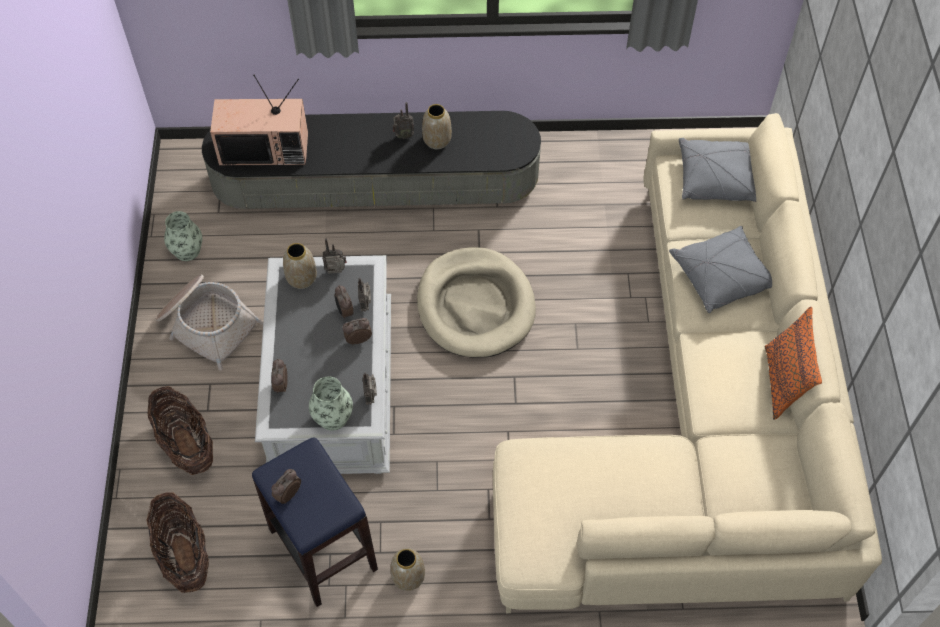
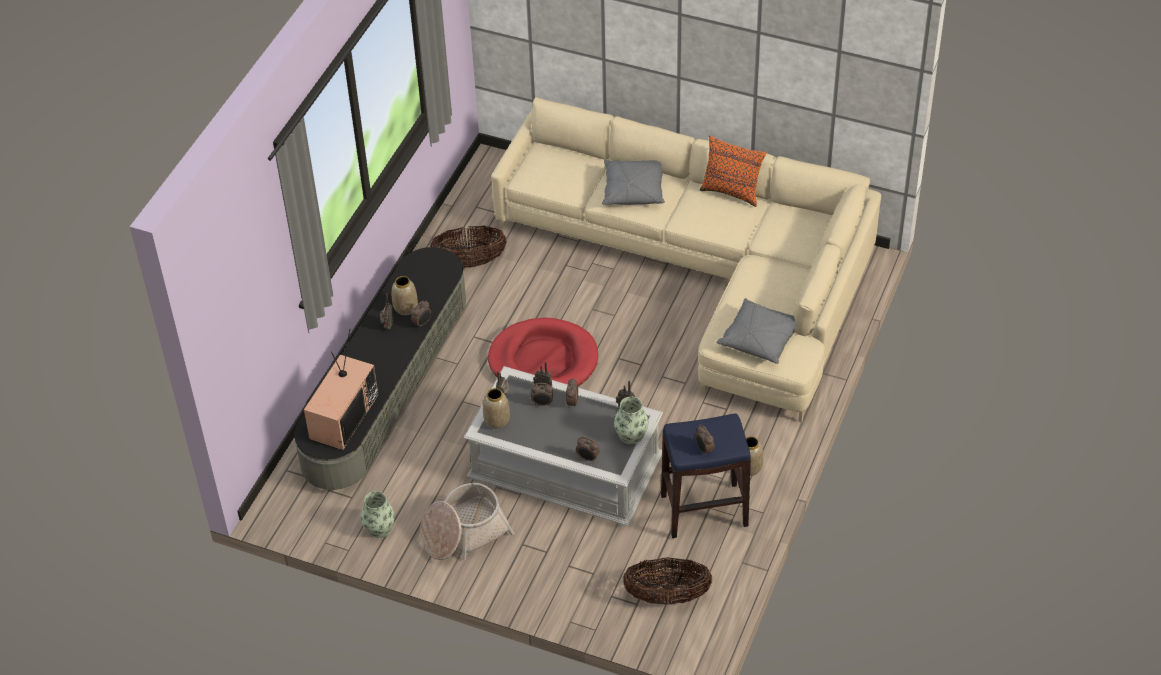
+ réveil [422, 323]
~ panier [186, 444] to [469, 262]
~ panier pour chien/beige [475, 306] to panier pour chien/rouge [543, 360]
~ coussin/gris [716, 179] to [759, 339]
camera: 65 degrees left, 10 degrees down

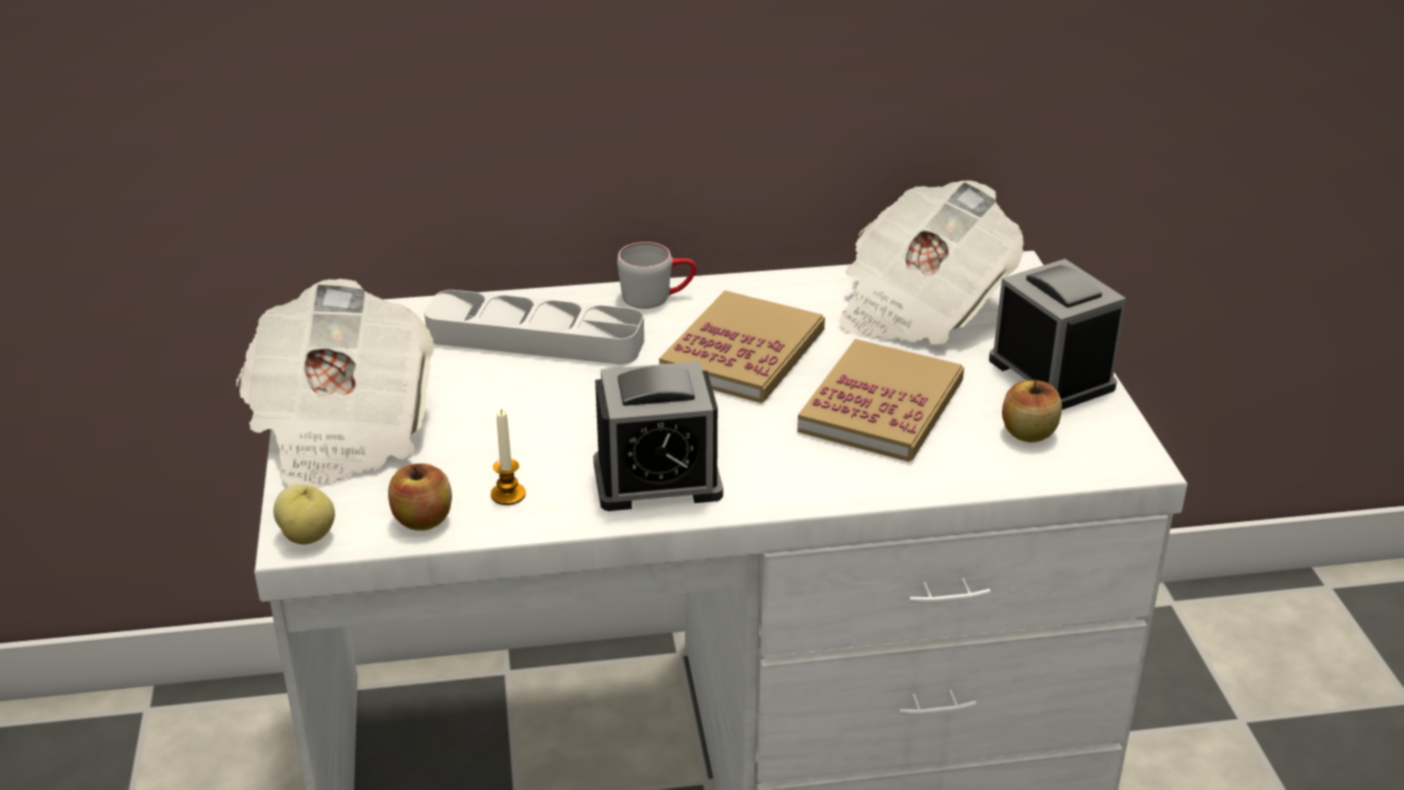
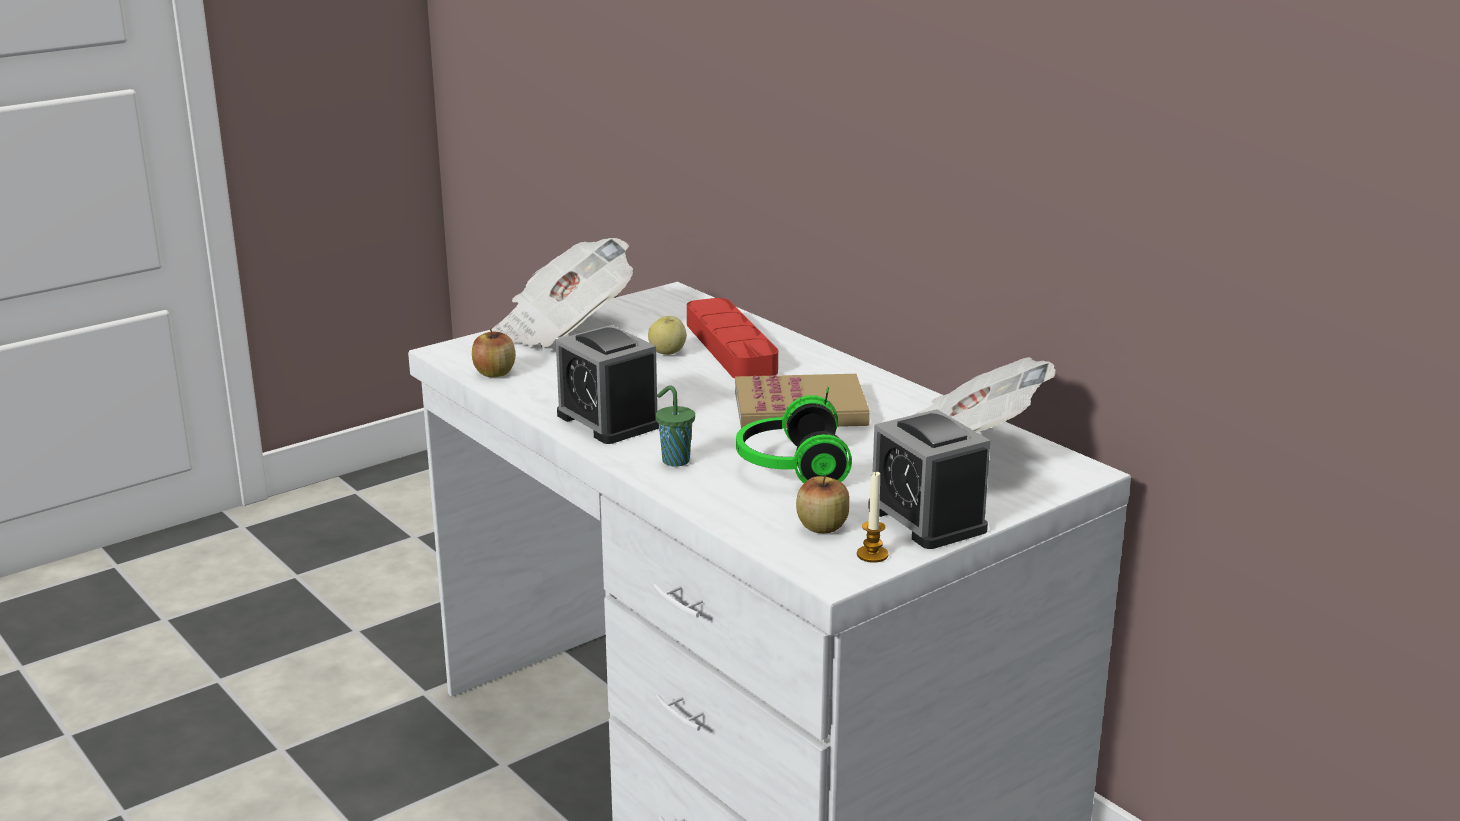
~ pomme [308, 536] to [668, 352]
+ tasse/vert [674, 460]
~ plateau/gris [535, 338] to plateau/rouge [730, 347]
~ livre [881, 406] to casque audio [790, 467]
~ bougie [508, 494] to [872, 555]
~ réveil [1051, 373] = [926, 519] 120 degrees clockwise
- mug/gris [657, 296]
camera: 60 degrees right, 10 degrees down

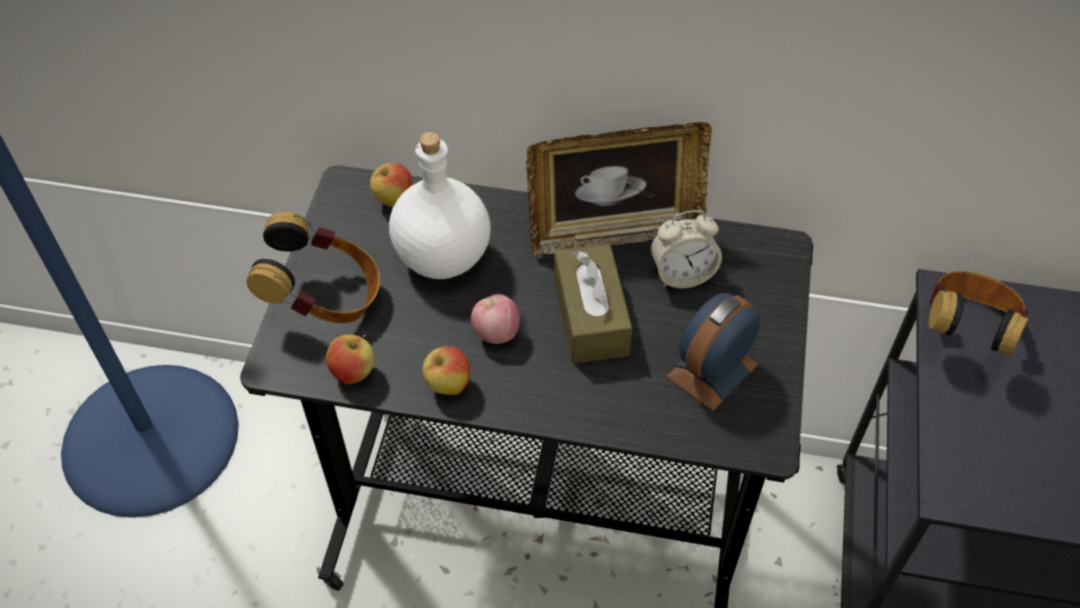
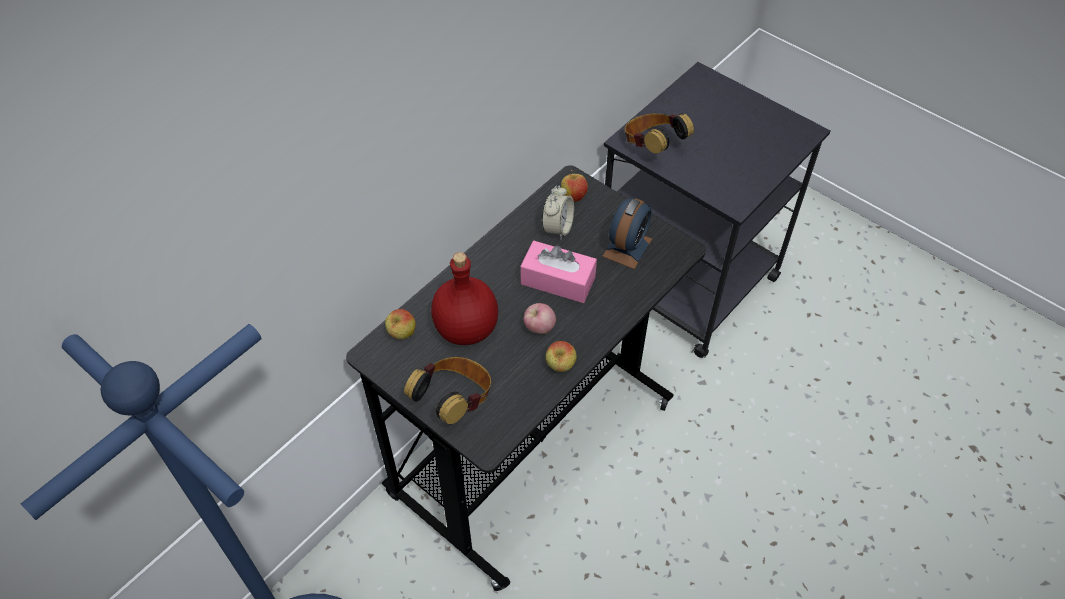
~ bouteille/blanc [441, 258] to bouteille/rouge [466, 329]
~ boîte à mouchoirs/marron [590, 316] to boîte à mouchoirs/rose [558, 280]
~ pomme [354, 373] to [573, 196]
~ réveil [712, 370] = [627, 247] 135 degrees counterclockwise
- cadre photo [614, 232]
camera: 60 degrees left, 0 degrees up

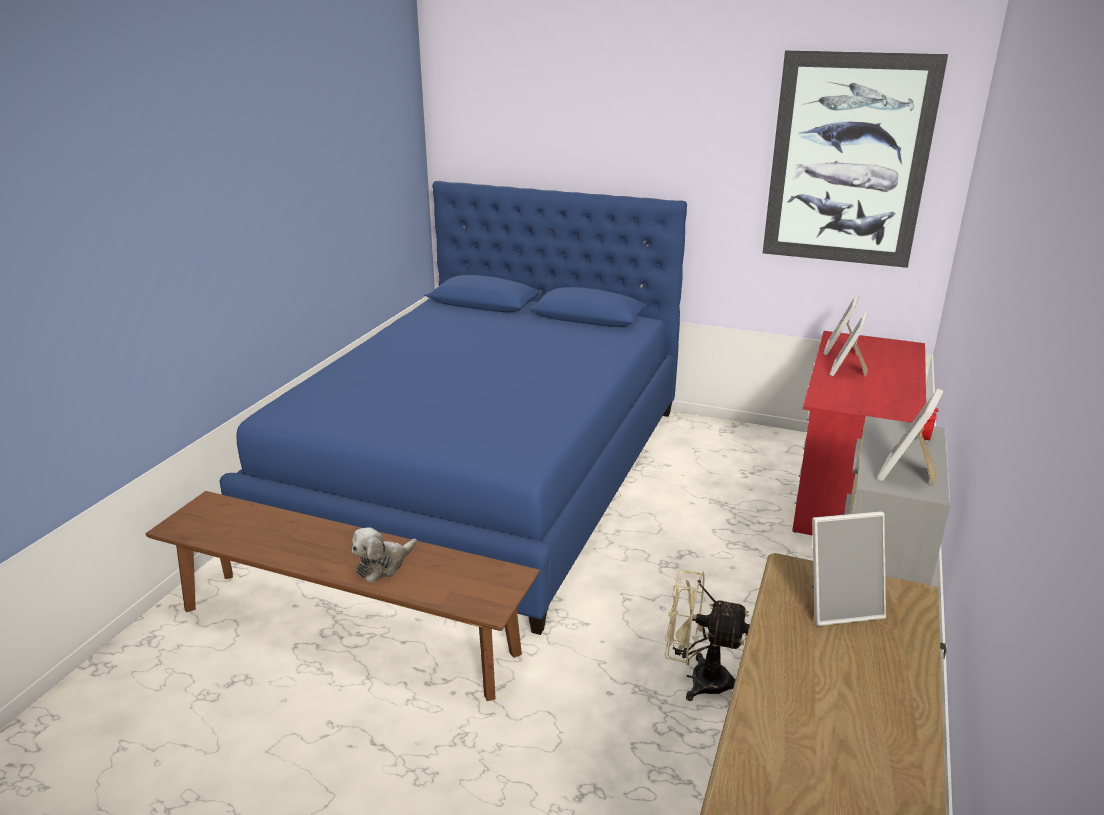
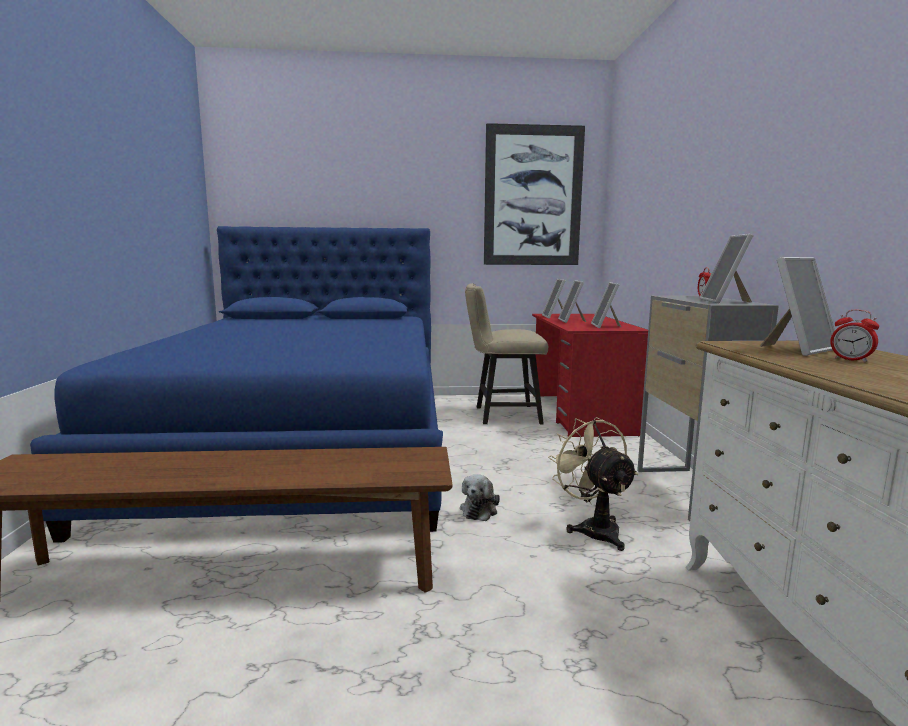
~ peluche [383, 565] to [479, 509]
+ chaise/beige [502, 415]
~ ventilateur/beige [698, 679] = [593, 528] 75 degrees clockwise
+ cadre photo [605, 326]
+ réveil [851, 360]
camera: 25 degrees left, 15 degrees down

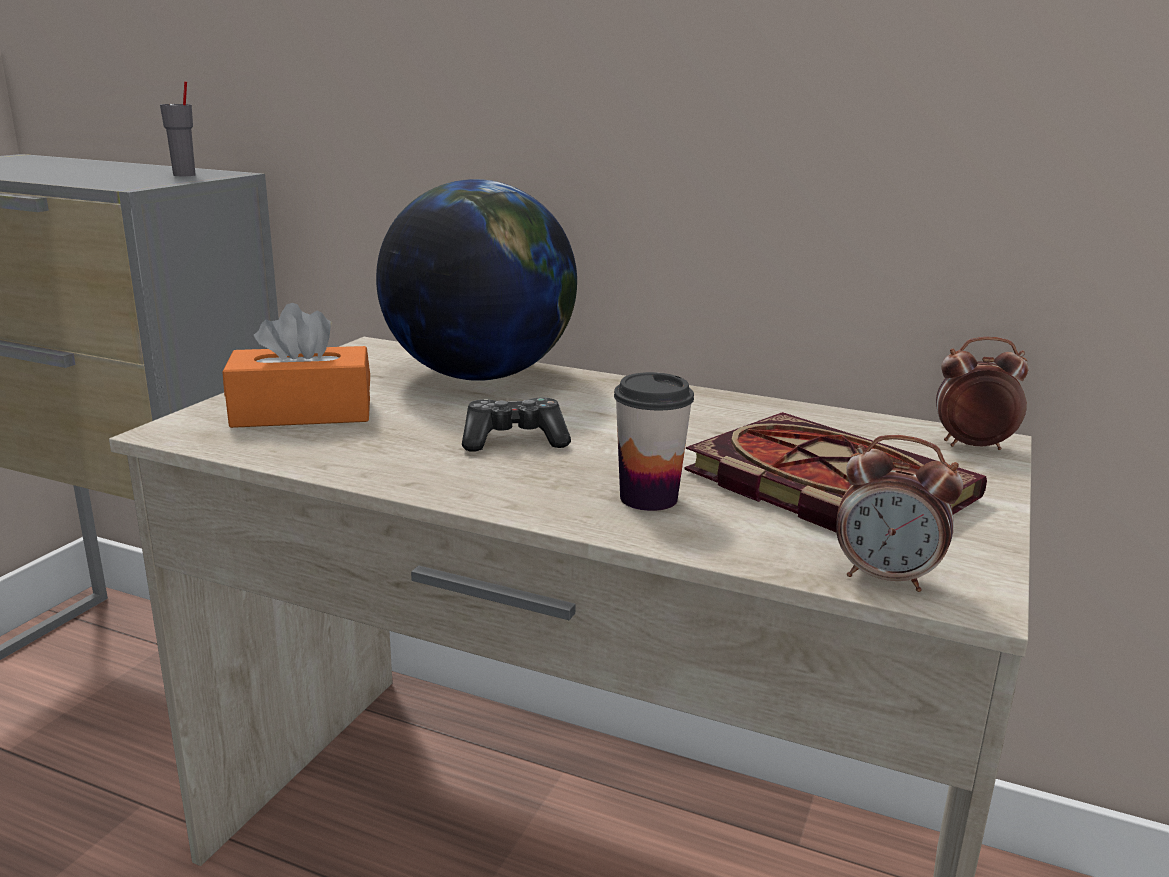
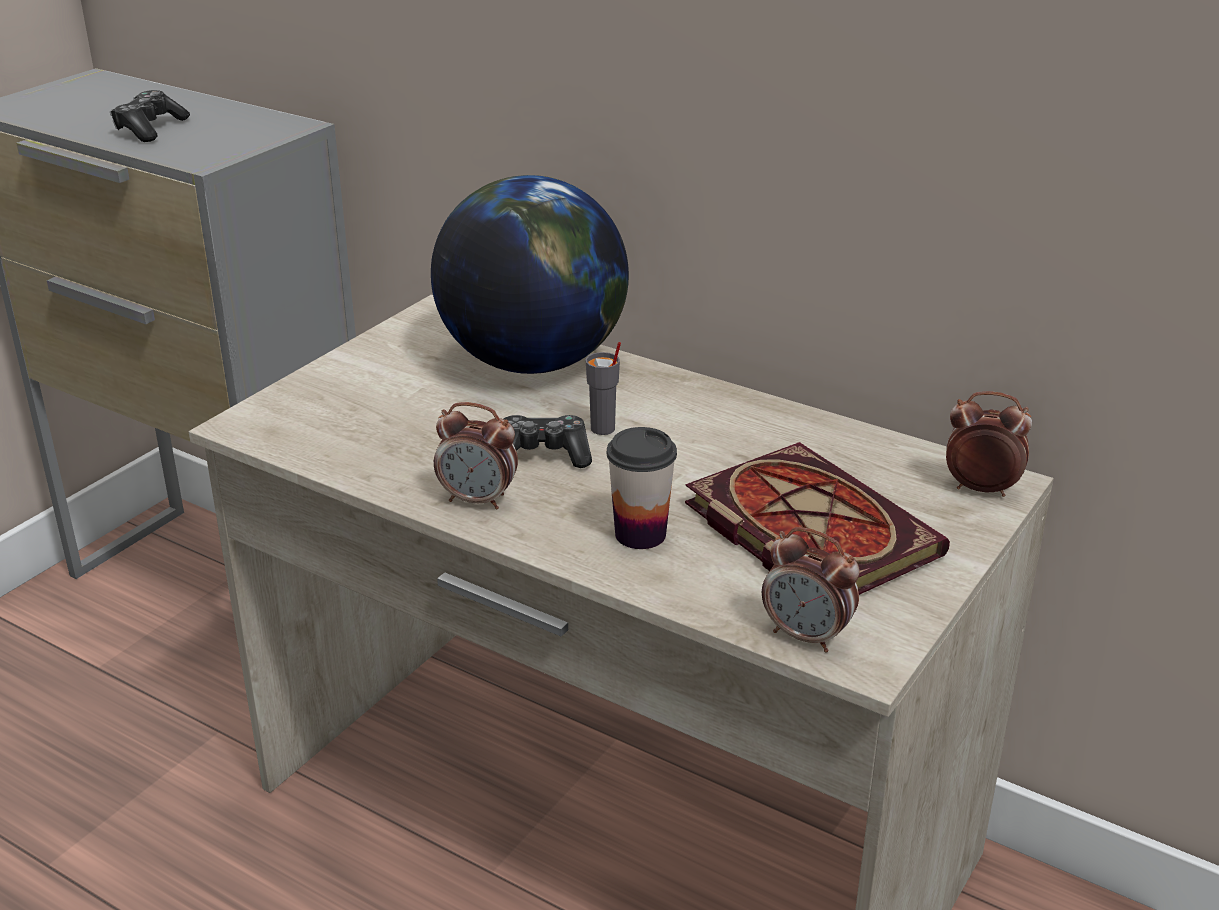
+ manette [150, 129]
+ réveil [478, 500]
~ tasse/gris [184, 175] to [603, 429]
- boîte à mouchoirs/orange [302, 413]
camera: 10 degrees right, 10 degrees up

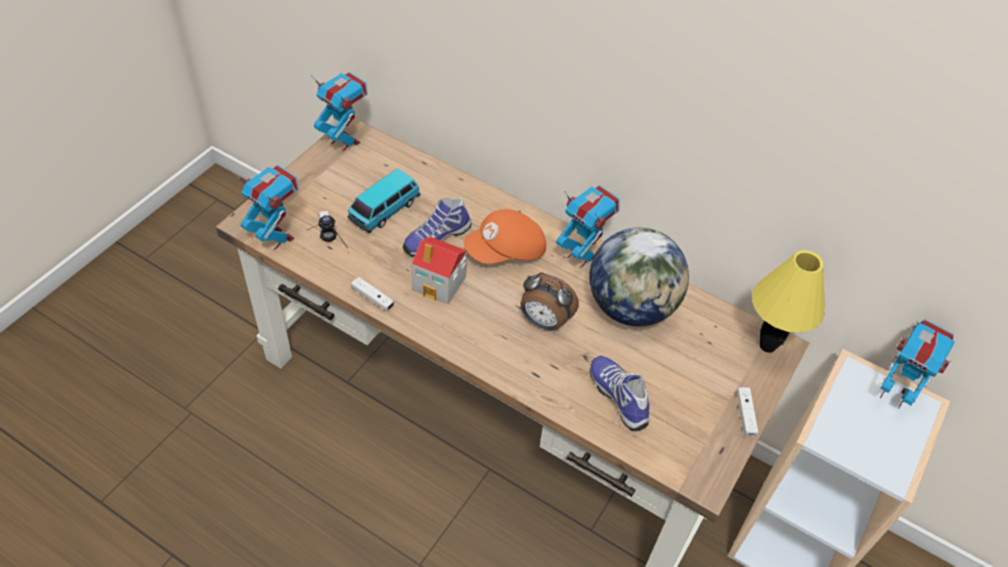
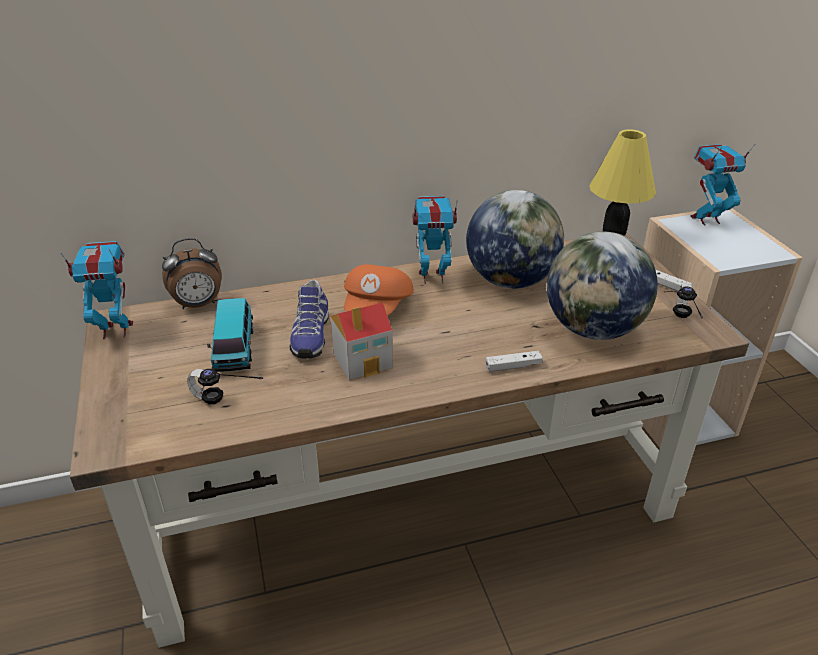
~ réveil [544, 321] to [198, 305]
~ manette/blanc [372, 298] to [513, 366]
~ chaussure [619, 397] to globe [593, 330]
+ casque audio [675, 320]
- robot jouet [277, 238]
camera: 45 degrees left, 15 degrees down

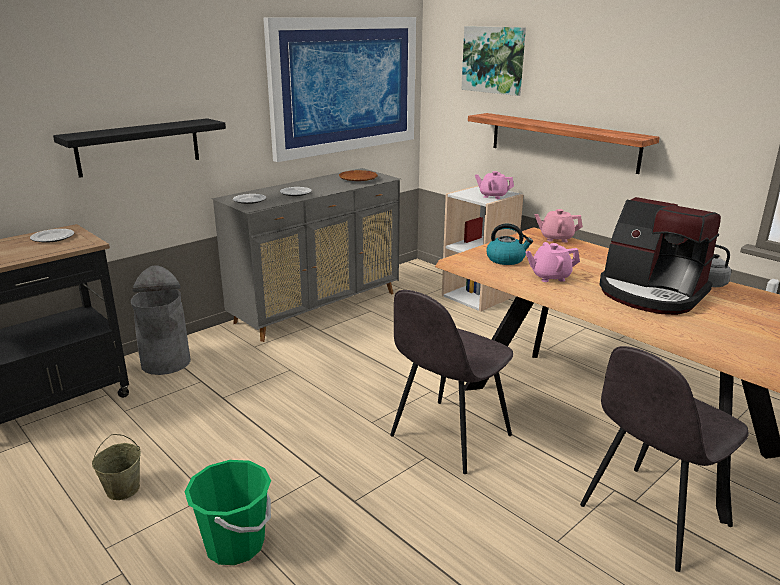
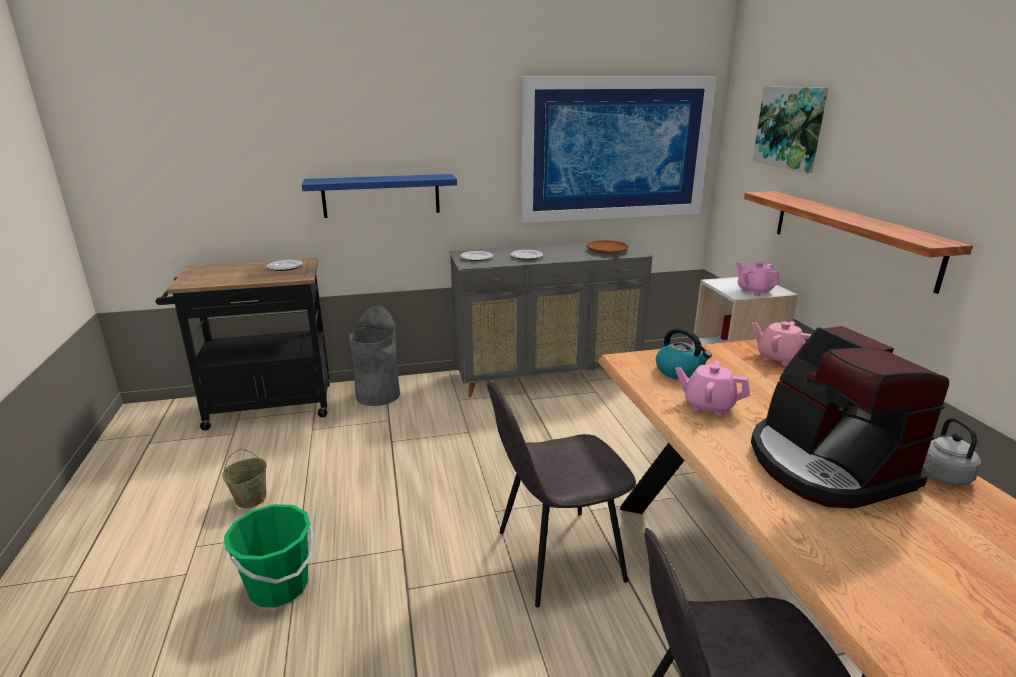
~ étagère/noir [139, 147] to étagère/bleu [381, 195]
camera: 30 degrees right, 0 degrees up

